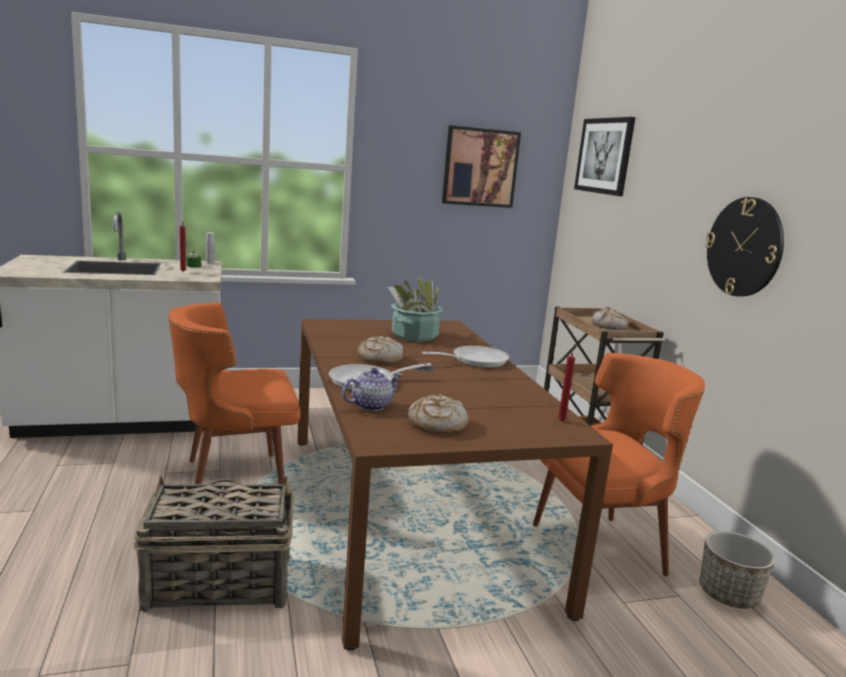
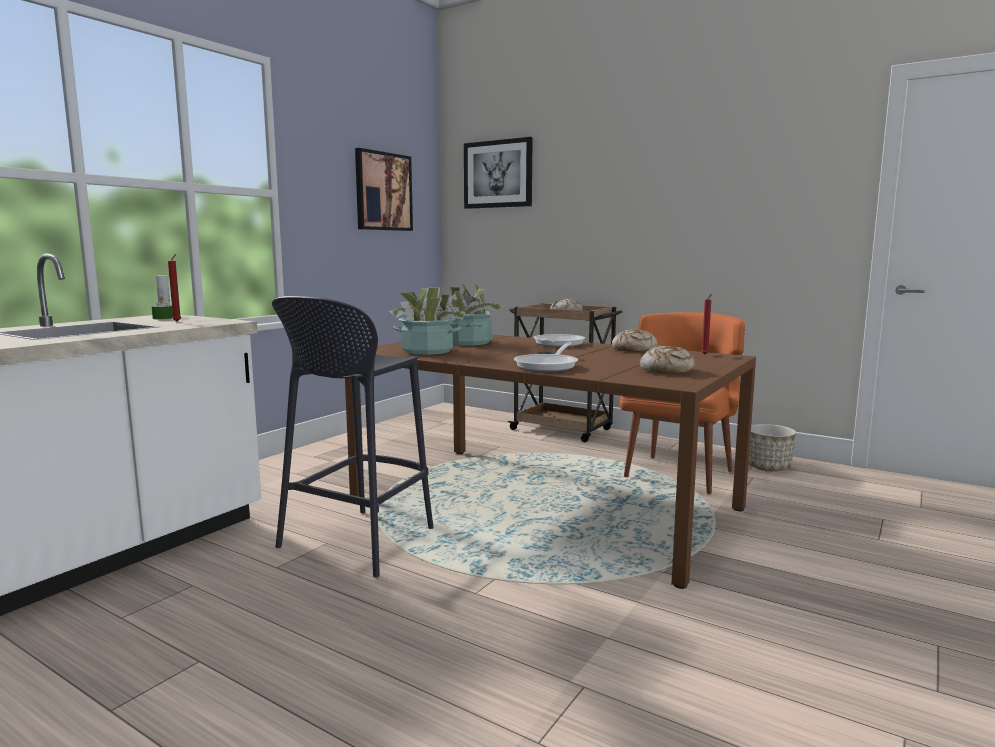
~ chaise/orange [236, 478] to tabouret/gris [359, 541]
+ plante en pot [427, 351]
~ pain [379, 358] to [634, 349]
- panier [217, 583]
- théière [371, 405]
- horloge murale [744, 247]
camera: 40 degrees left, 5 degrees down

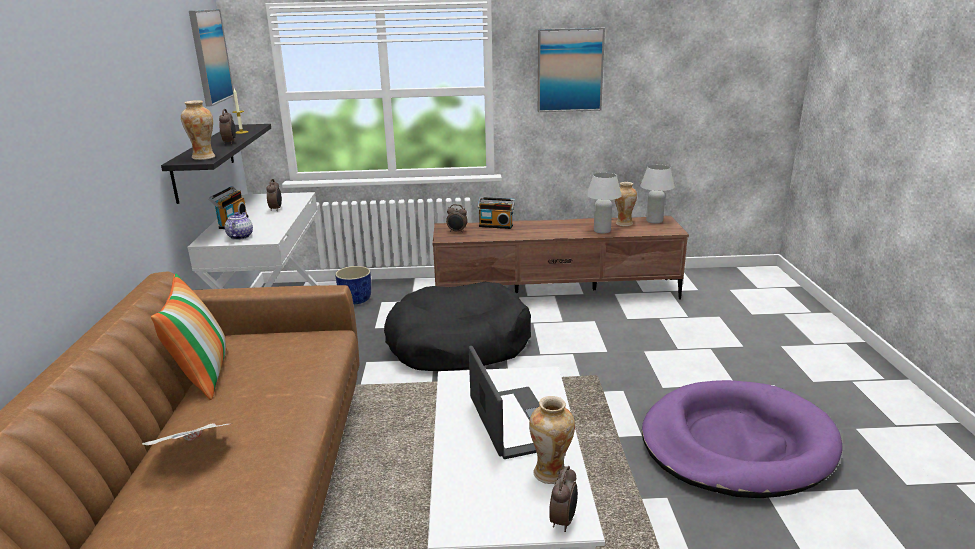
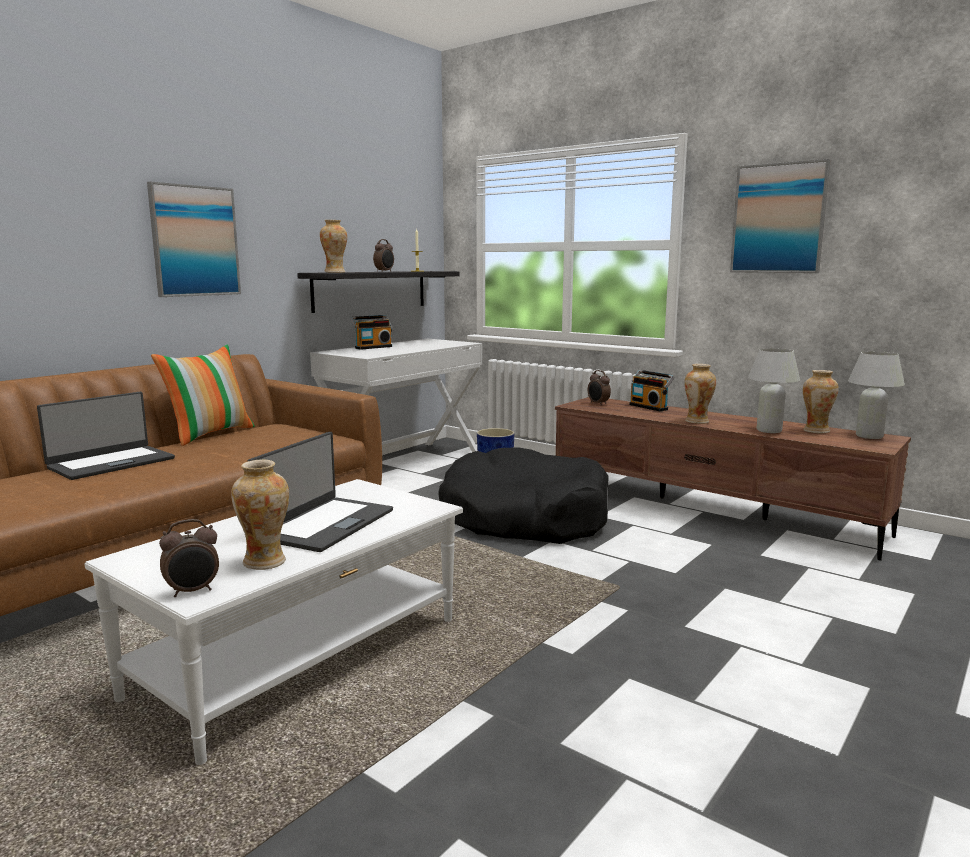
~ journal [195, 451] to ordinateur portable [111, 463]
~ tableau [210, 56] to [194, 241]
+ vase [697, 421]
- théière [240, 236]
- réveil [276, 209]
- panier pour chien/violet [736, 444]
camera: 40 degrees right, 10 degrees down

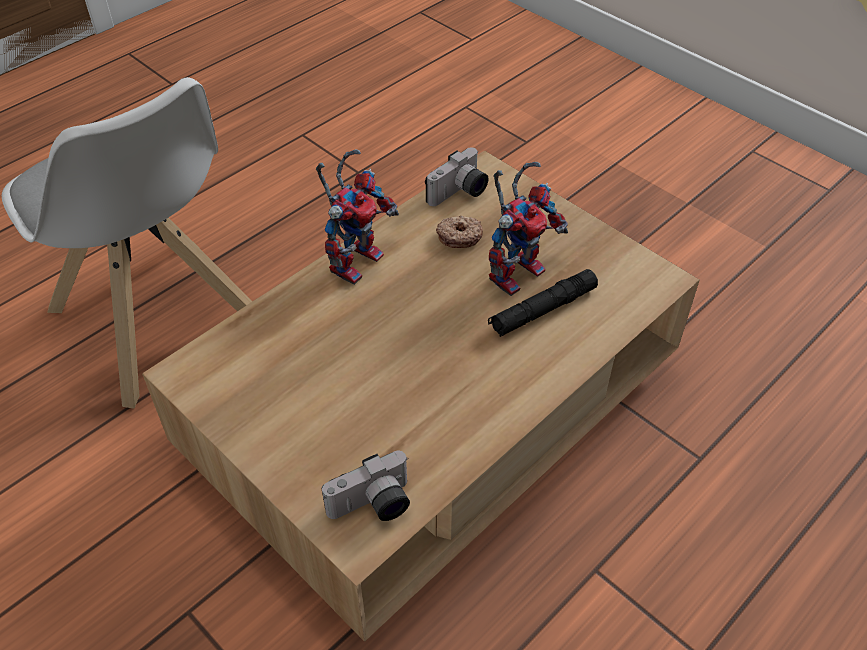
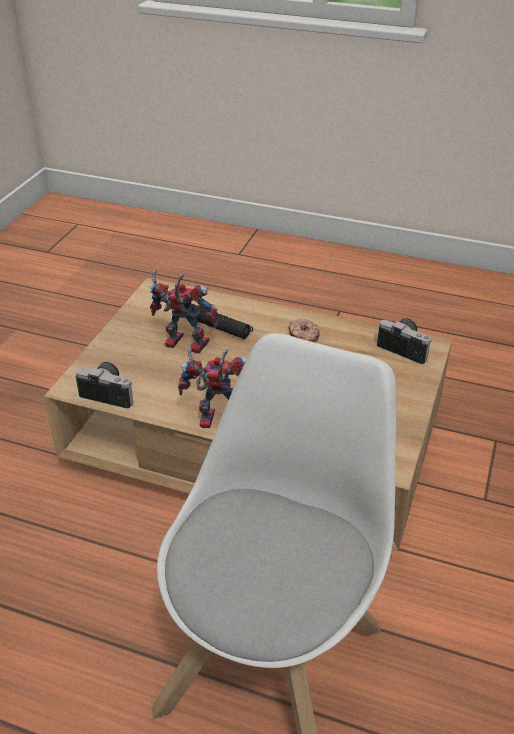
~ beignet [459, 236] to [303, 336]
camera: 115 degrees left, 10 degrees down

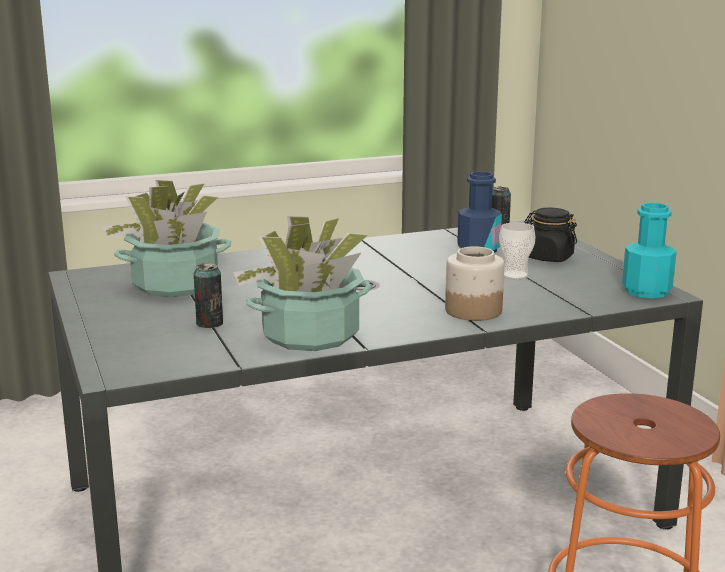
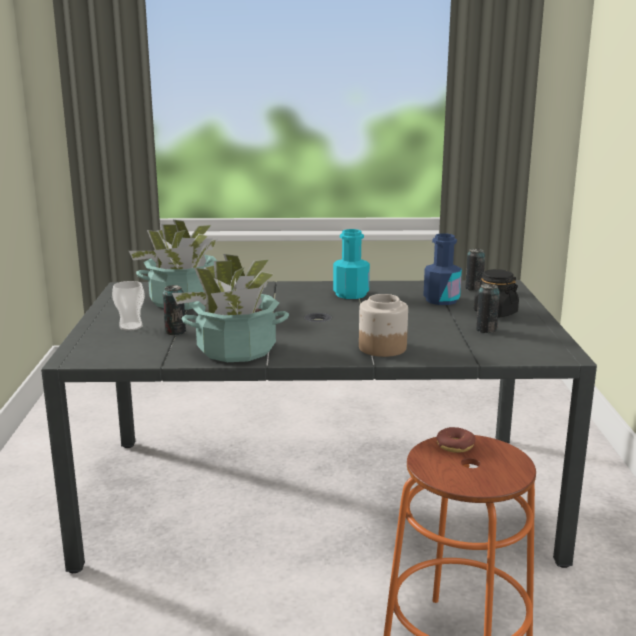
~ tasse [515, 275] to [131, 326]
~ bouteille/turquoise [646, 291] to [351, 294]
+ beignet [455, 446]
+ boîte métallique [486, 330]
camera: 20 degrees right, 0 degrees up

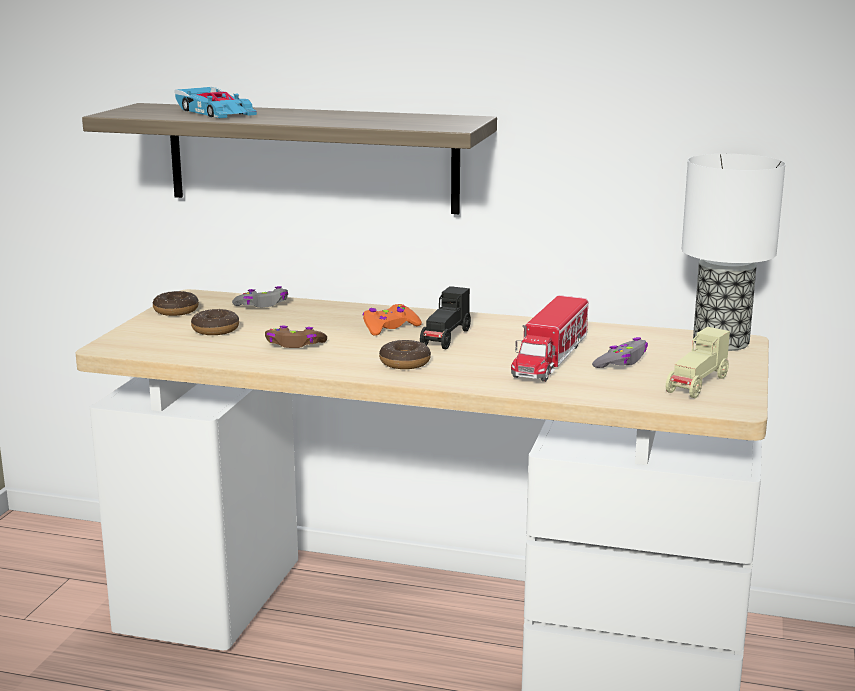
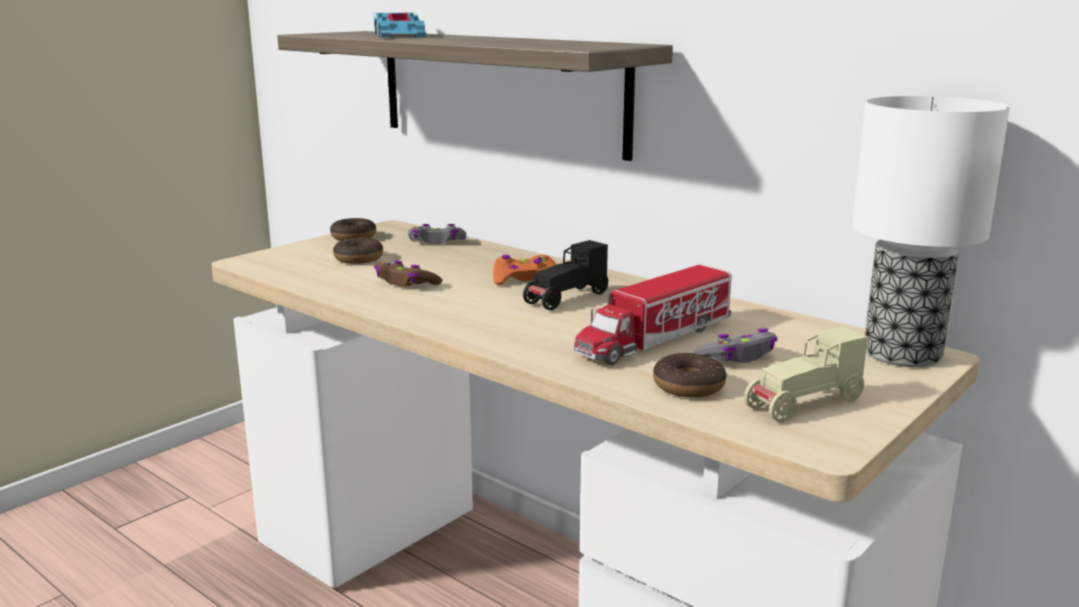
~ beignet [405, 363] to [688, 386]
camera: 25 degrees right, 0 degrees up

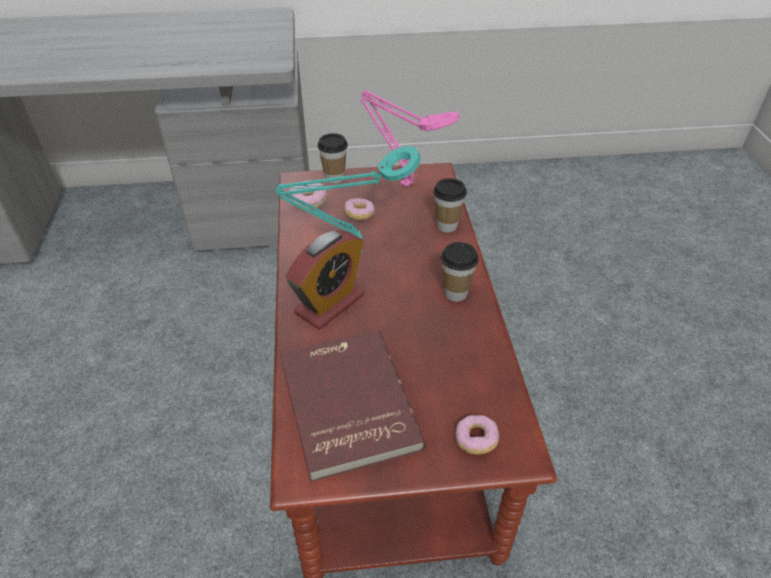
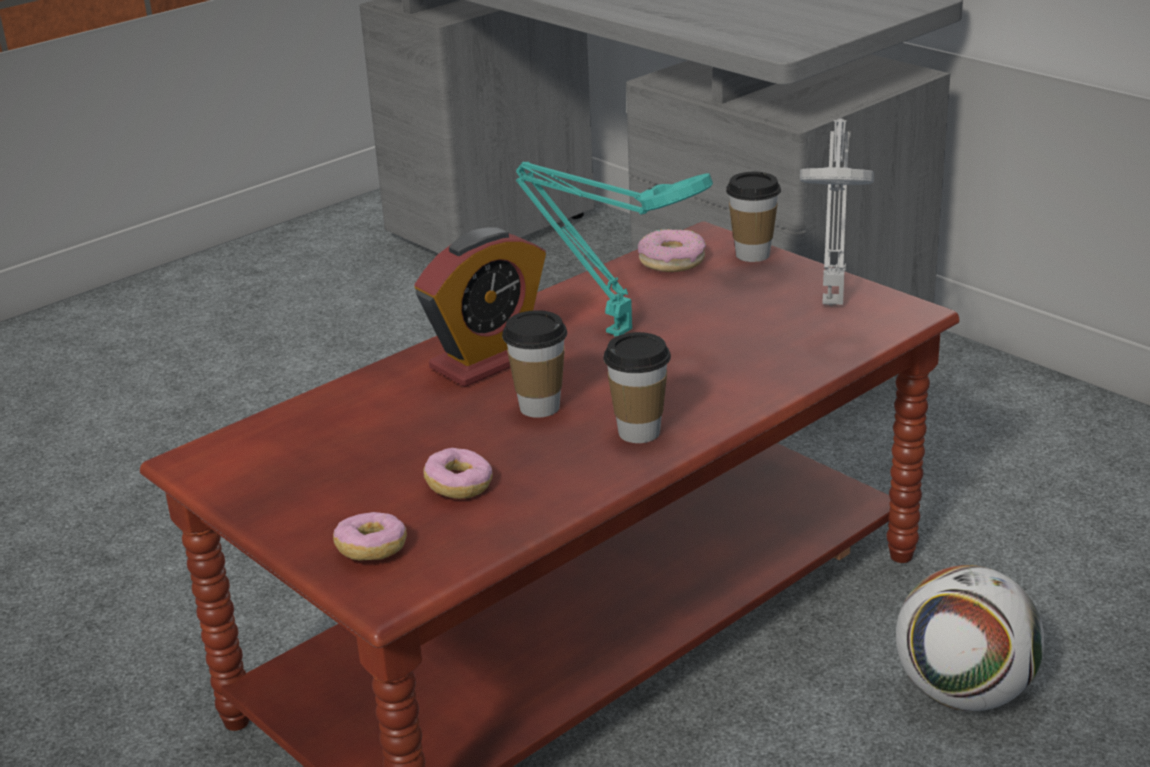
~ réveil [329, 304] = [488, 360] 45 degrees counterclockwise
~ beignet [359, 215] to [459, 486]
~ tasse [447, 226] to [539, 407]
~ lampe de table/rose [403, 182] to lampe de table/gris [833, 300]
+ ballon de foot [963, 693]
- livre/rouge [345, 405]
camera: 55 degrees right, 15 degrees down

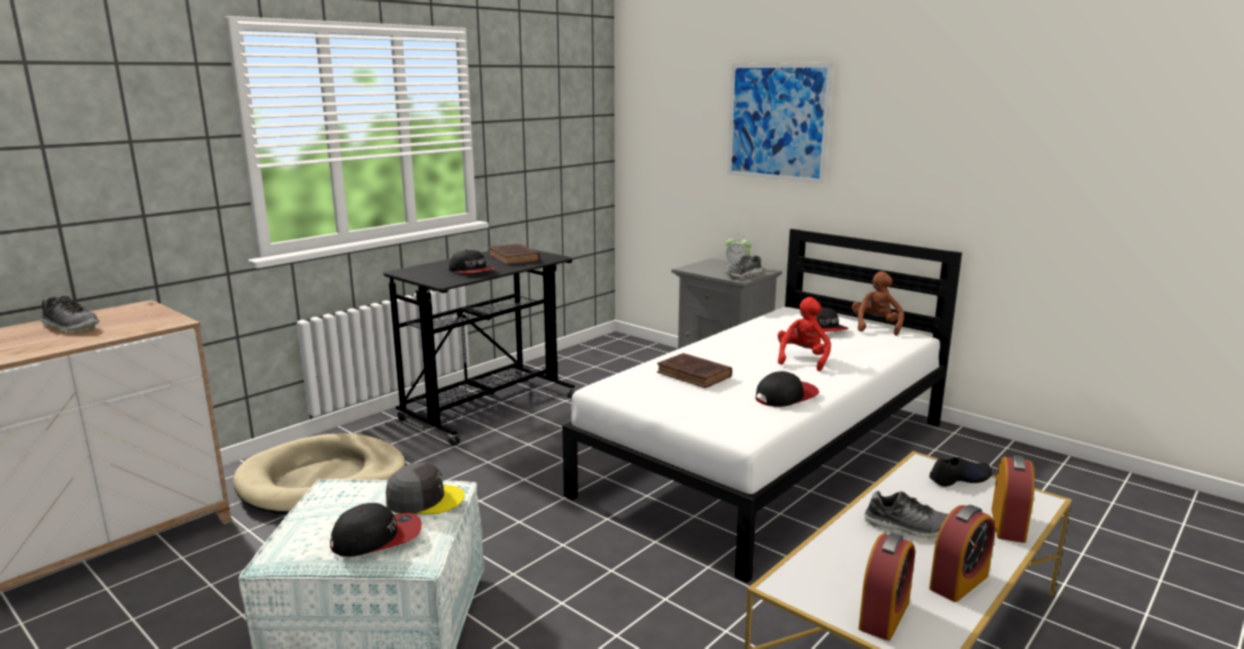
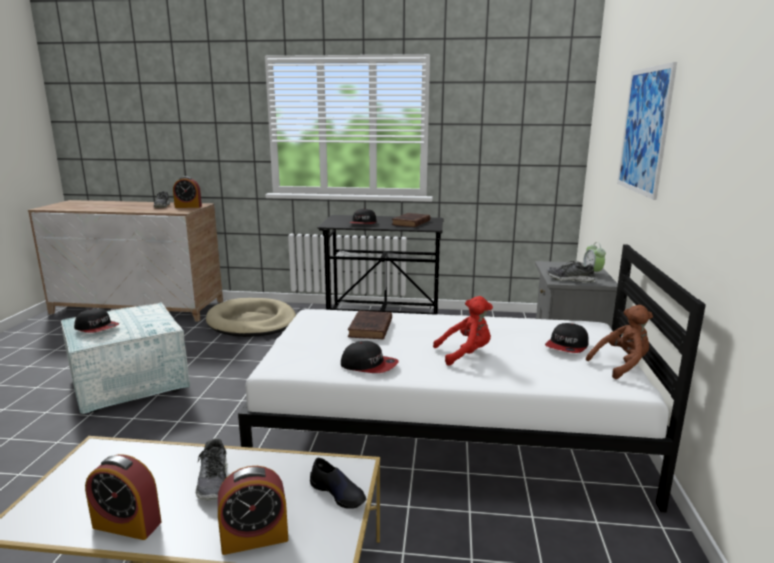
~ réveil [884, 615] to [188, 206]
- casquette/gris [424, 499]
camera: 55 degrees right, 0 degrees up

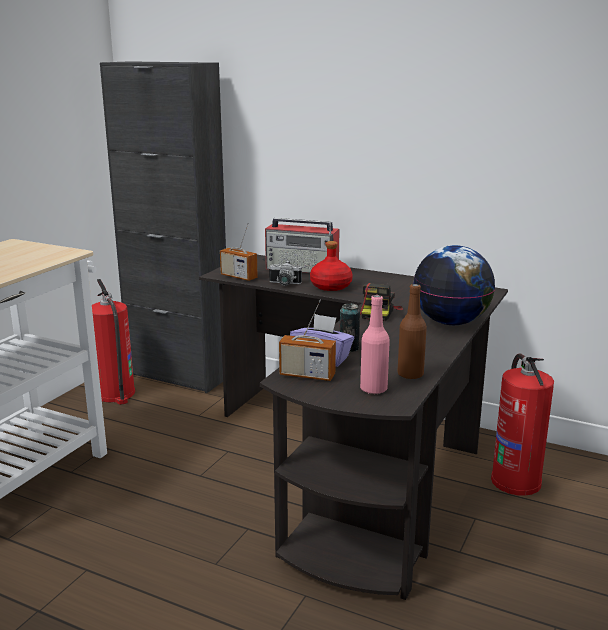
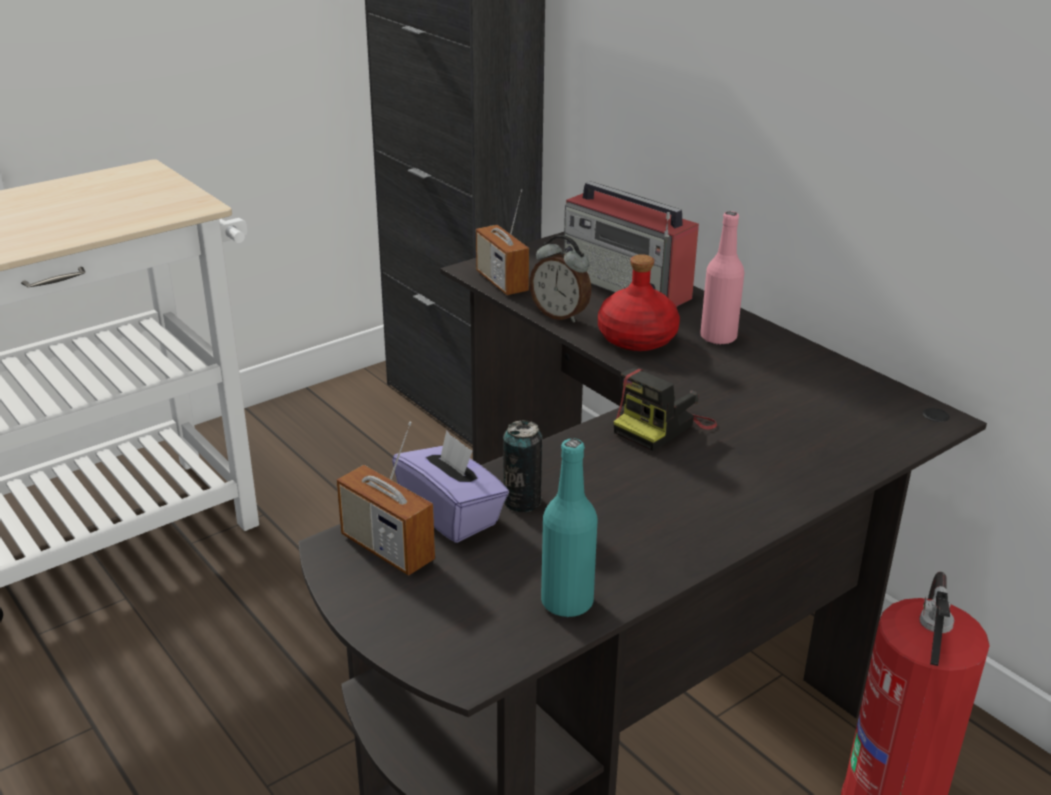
~ appareil photo [284, 284] to réveil [560, 315]
~ bouteille/marron [410, 374] to bouteille/turquoise [567, 602]
~ bouteille/rose [373, 389] to [718, 337]
- extincteur [115, 394]
- globe [451, 322]
camera: 25 degrees right, 10 degrees up

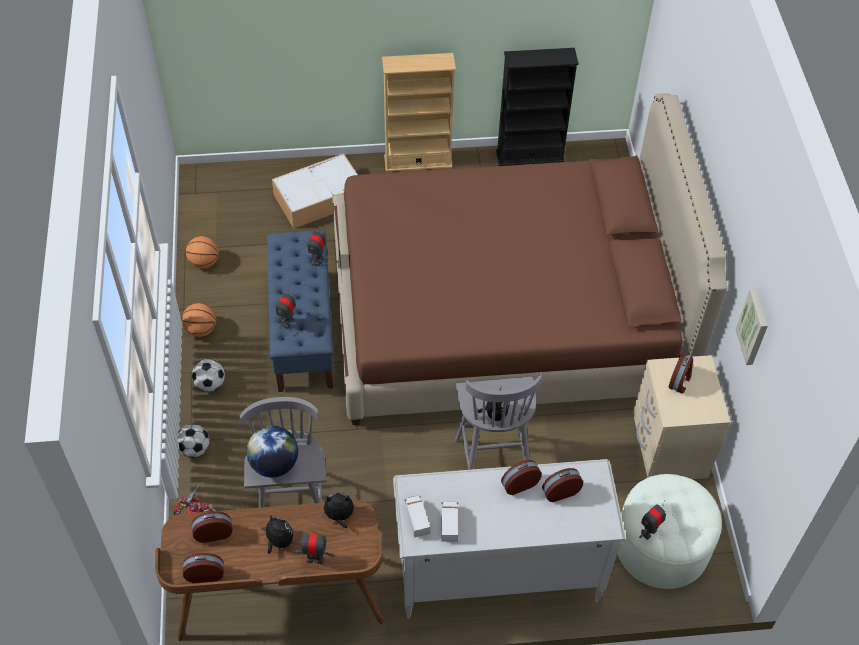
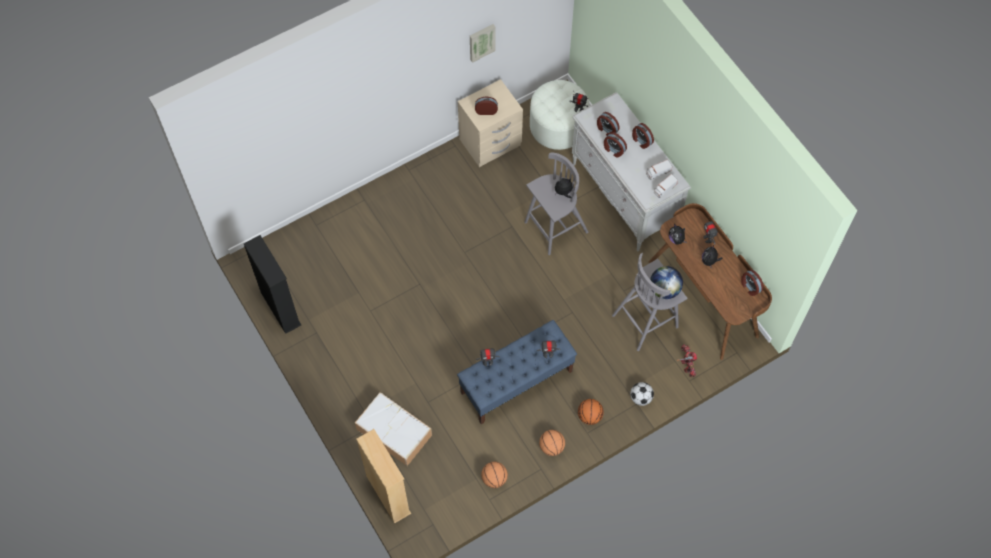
~ bibliothèque/beige [417, 161] to [388, 495]
~ ballon de foot [210, 384] to ballon de basket [589, 416]
~ réveil [213, 533] to [641, 141]
- lit/marron [504, 316]
camera: 115 degrees left, 10 degrees up

